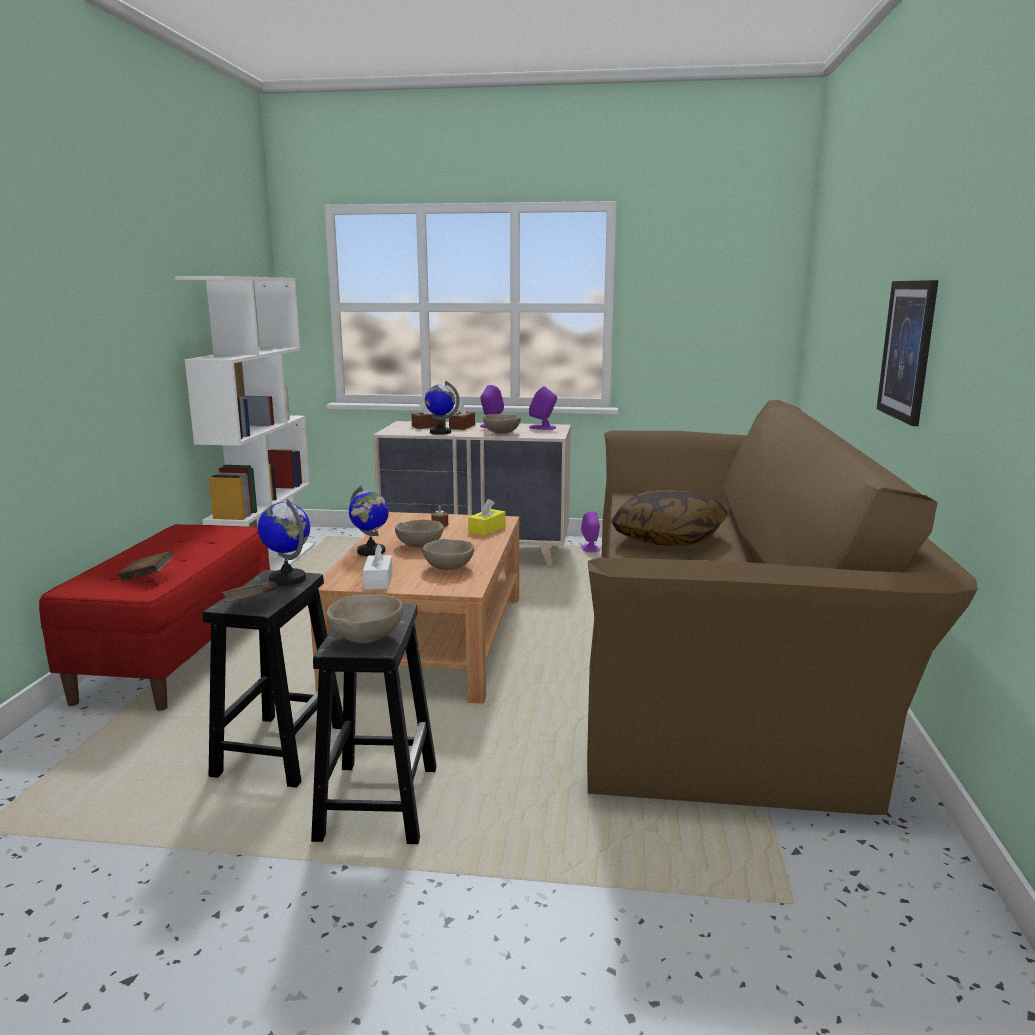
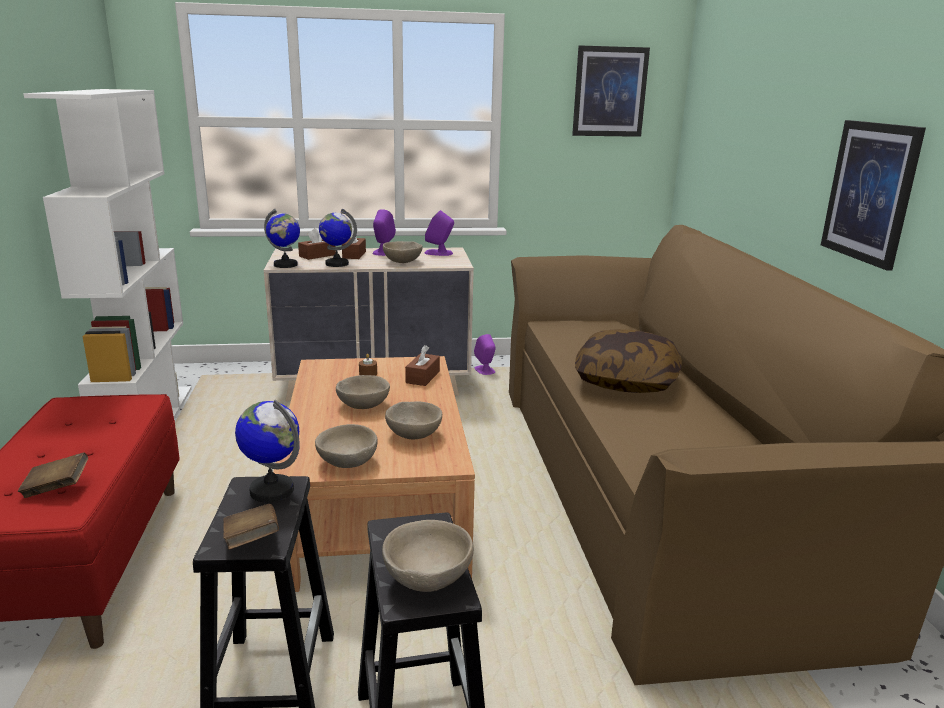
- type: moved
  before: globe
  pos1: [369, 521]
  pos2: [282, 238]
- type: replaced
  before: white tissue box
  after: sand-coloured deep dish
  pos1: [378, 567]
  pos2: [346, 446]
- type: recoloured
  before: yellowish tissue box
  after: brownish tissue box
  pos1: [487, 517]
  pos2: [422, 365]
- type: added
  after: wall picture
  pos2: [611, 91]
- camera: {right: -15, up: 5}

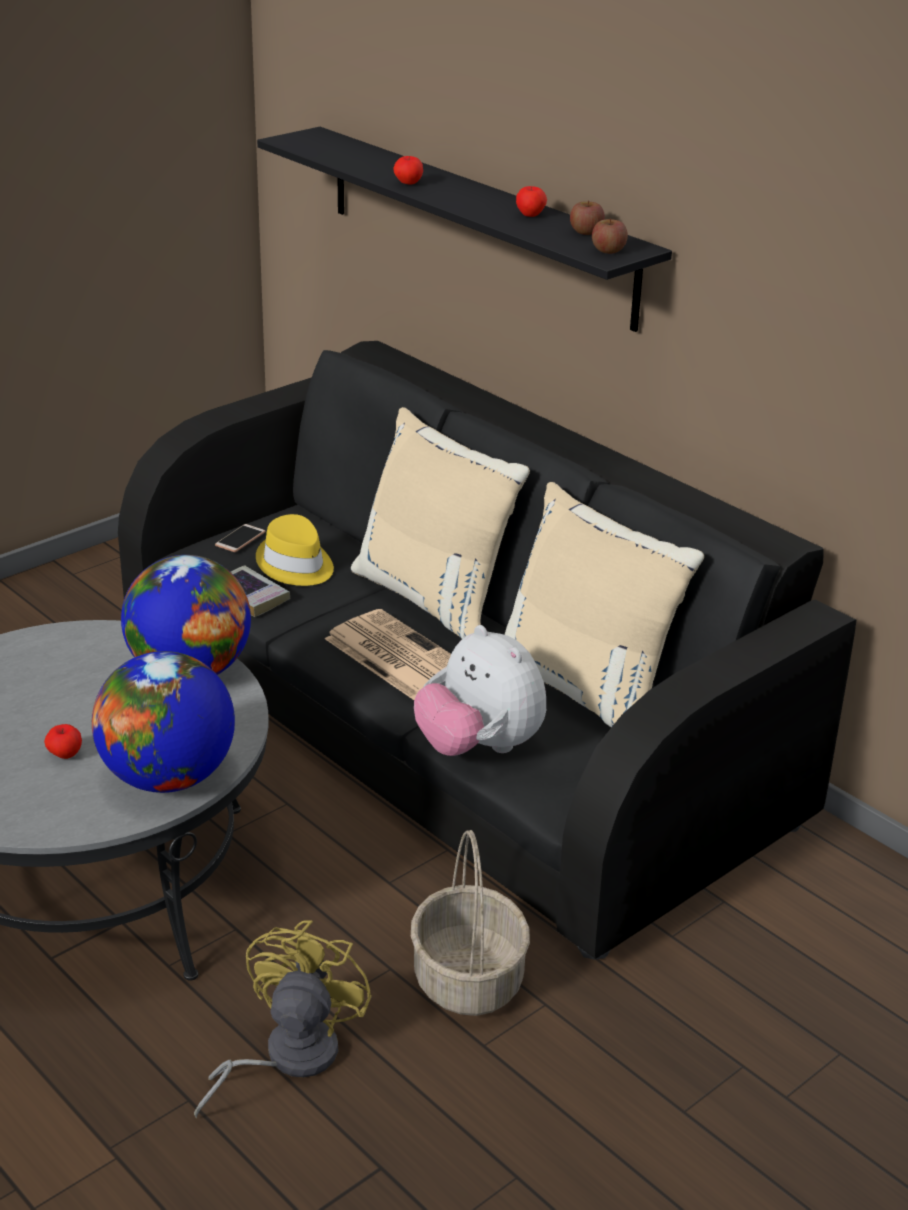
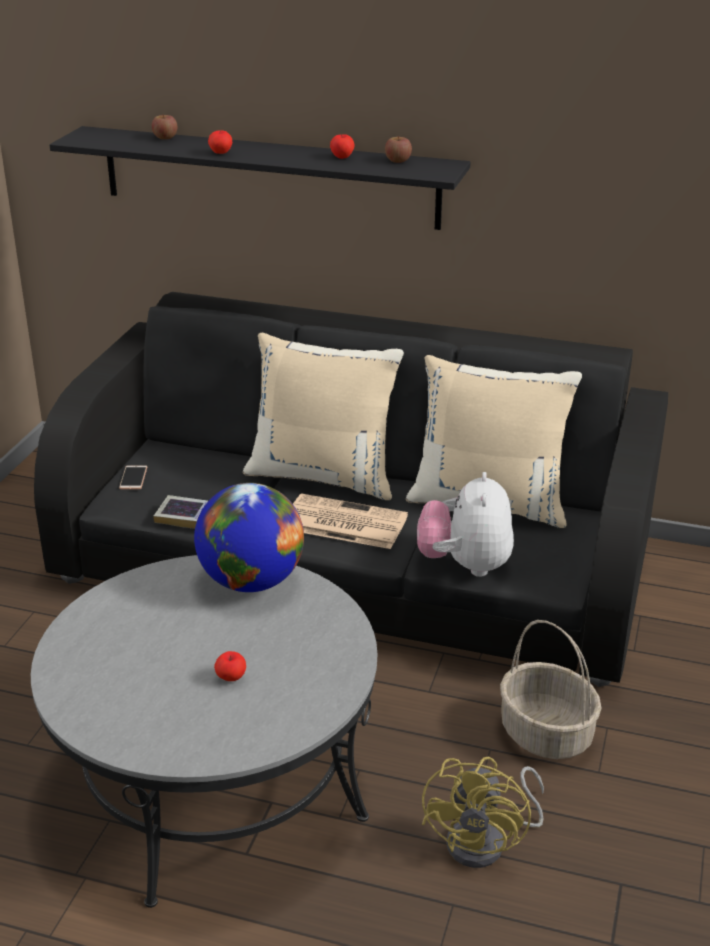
- type: moved
  before: whole apple
  pos1: [610, 236]
  pos2: [164, 127]
- type: turned
  before: soft toy
  pos1: [480, 690]
  pos2: [465, 524]
  turn: 75
- type: turned
  before: yellowish electric fan
  pos1: [283, 1019]
  pos2: [483, 812]
  turn: -150
- type: removed
  before: globe
  pos1: [163, 722]
- type: removed
  before: yellowish clothing hat
  pos1: [295, 550]
- camera: {right: -30, up: 0}

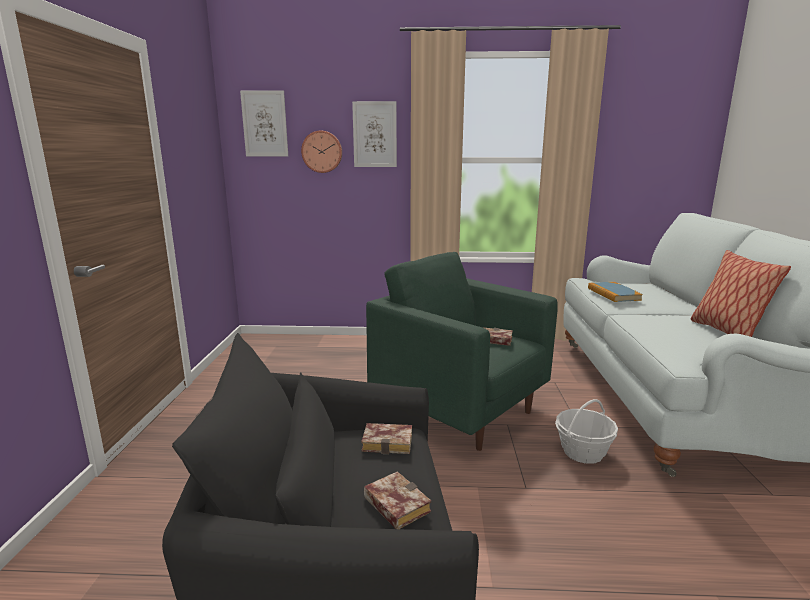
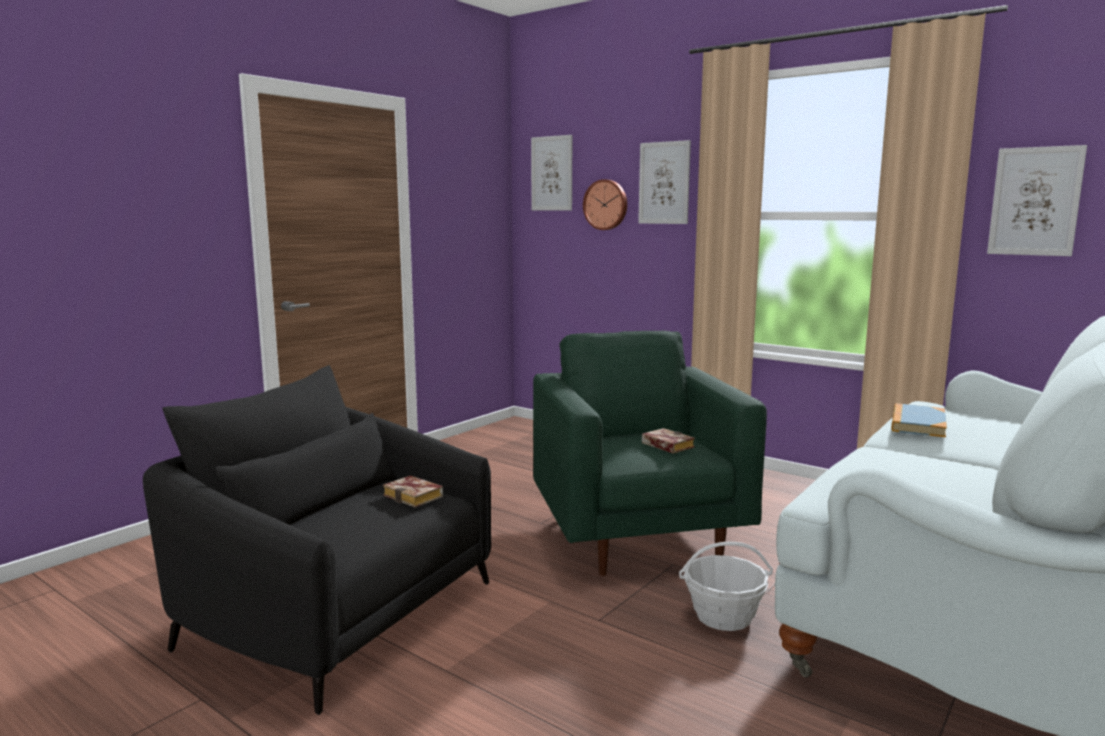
- type: added
  after: wall picture
  pos2: [1037, 200]
- type: removed
  before: volume
  pos1: [397, 500]
- type: removed
  before: pillow
  pos1: [741, 293]
- camera: {right: 35, up: -5}

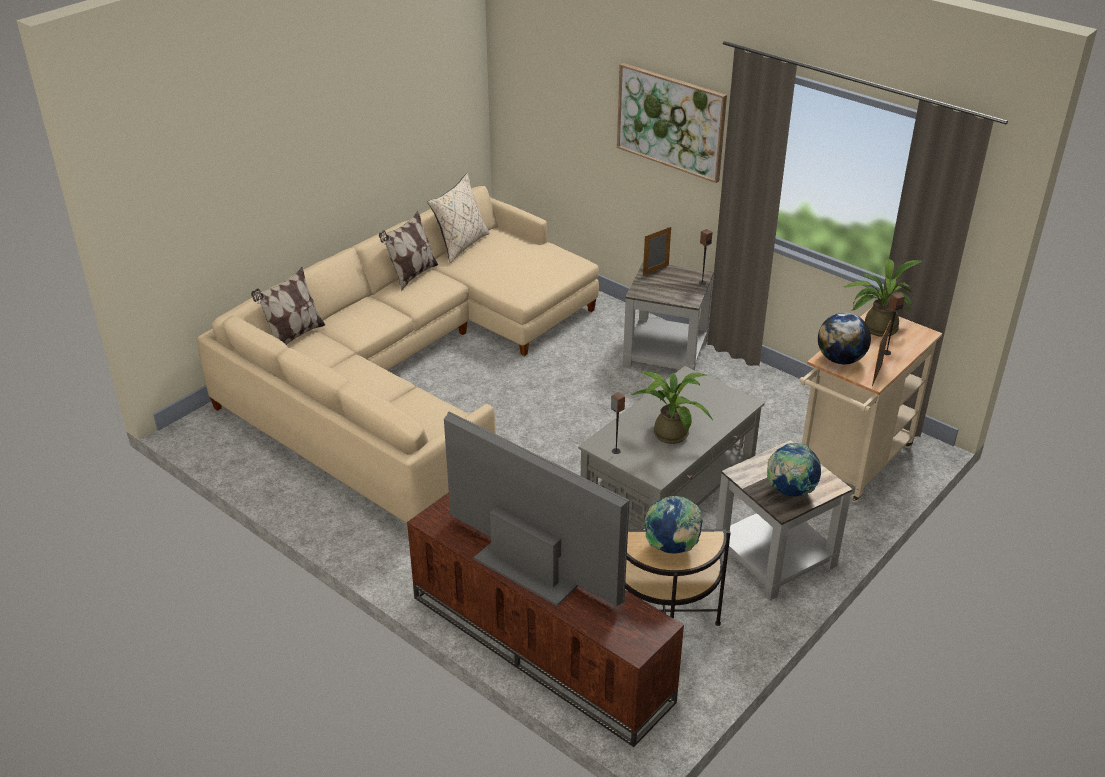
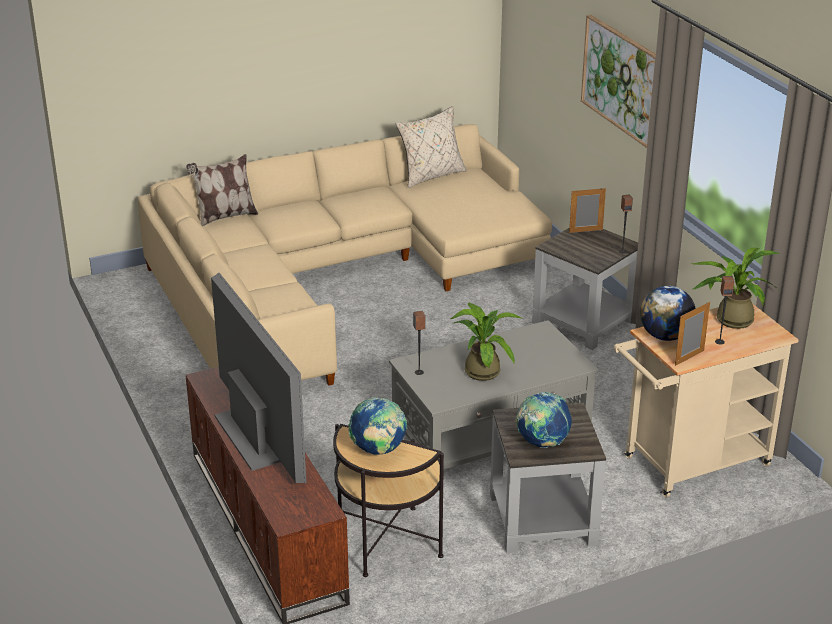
- type: removed
  before: pillow
  pos1: [408, 251]
- camera: {right: 25, up: -5}

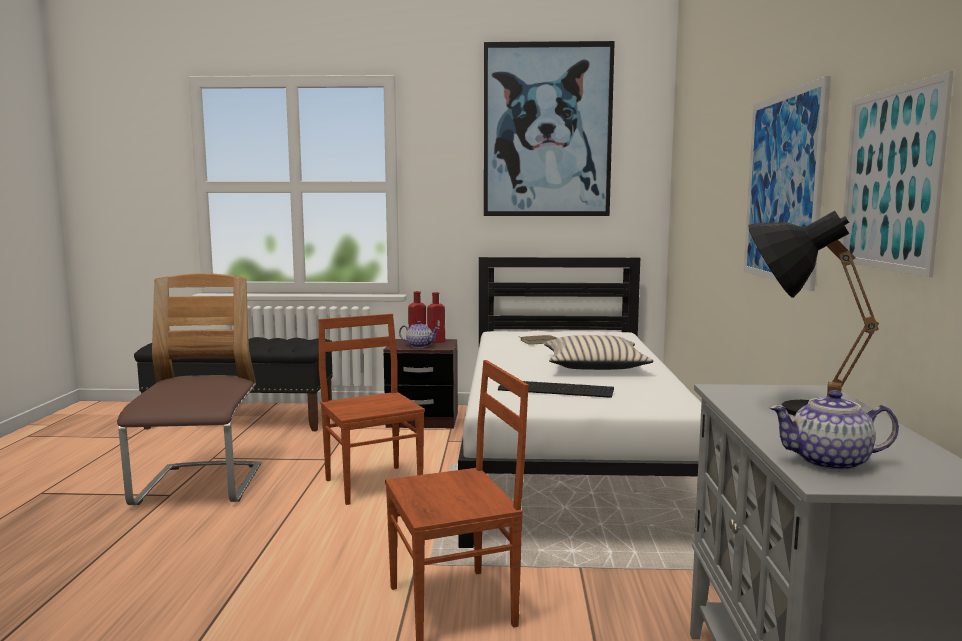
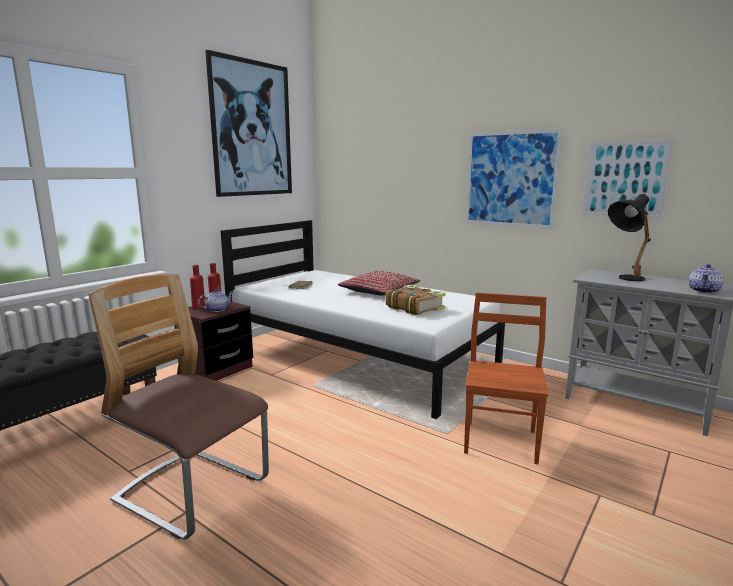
- type: recoloured
  before: sand-coloured pillow
  after: red pillow
  pos1: [599, 352]
  pos2: [379, 283]
- type: replaced
  before: keyboard
  after: volume
  pos1: [556, 389]
  pos2: [415, 300]
- type: removed
  before: brownish chair
  pos1: [372, 409]
- camera: {right: -55, up: 5}

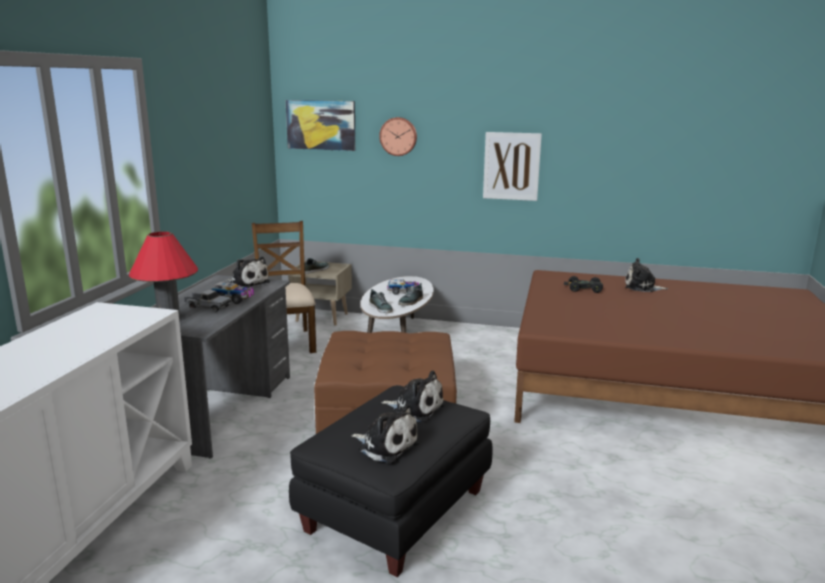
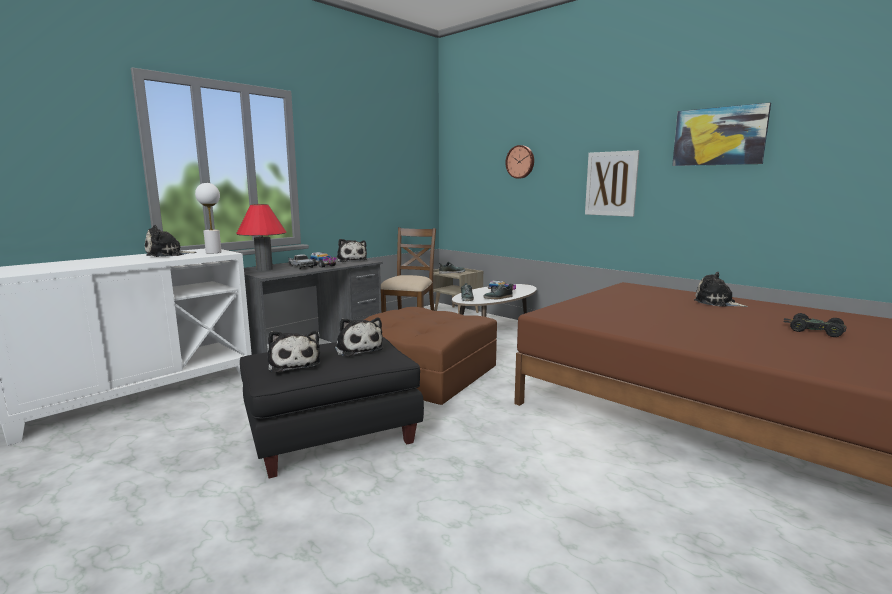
- type: added
  after: soft toy
  pos2: [171, 241]
- type: added
  after: white lamp for a table
  pos2: [208, 218]
- type: moved
  before: wall picture
  pos1: [321, 125]
  pos2: [721, 134]
- type: moved
  before: blackish toy car
  pos1: [583, 284]
  pos2: [815, 325]
- camera: {right: 30, up: -5}

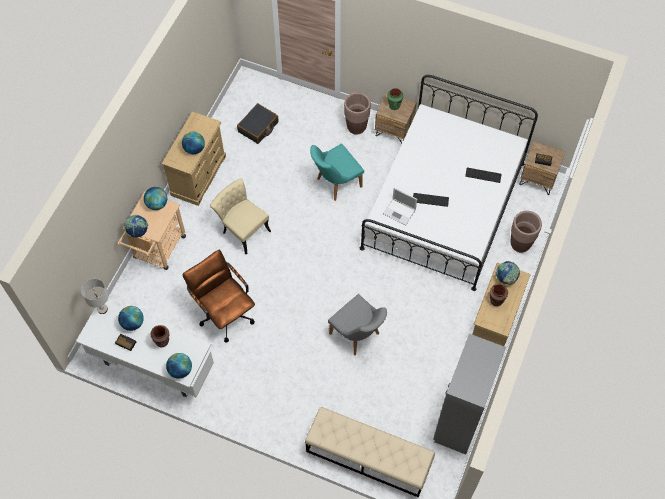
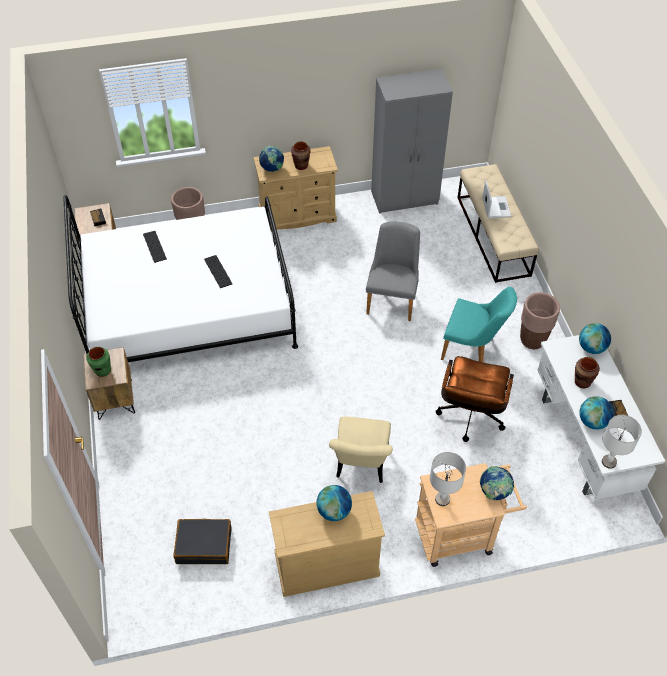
- type: replaced
  before: globe
  after: grey lamp for a table
  pos1: [155, 198]
  pos2: [448, 479]
- type: moved
  before: turquoise-coloured chair
  pos1: [337, 172]
  pos2: [479, 324]
- type: moved
  before: laptop
  pos1: [400, 206]
  pos2: [496, 199]
- type: moved
  before: brownish flower pot
  pos1: [357, 113]
  pos2: [540, 320]
- camera: {right: -125, up: -10}

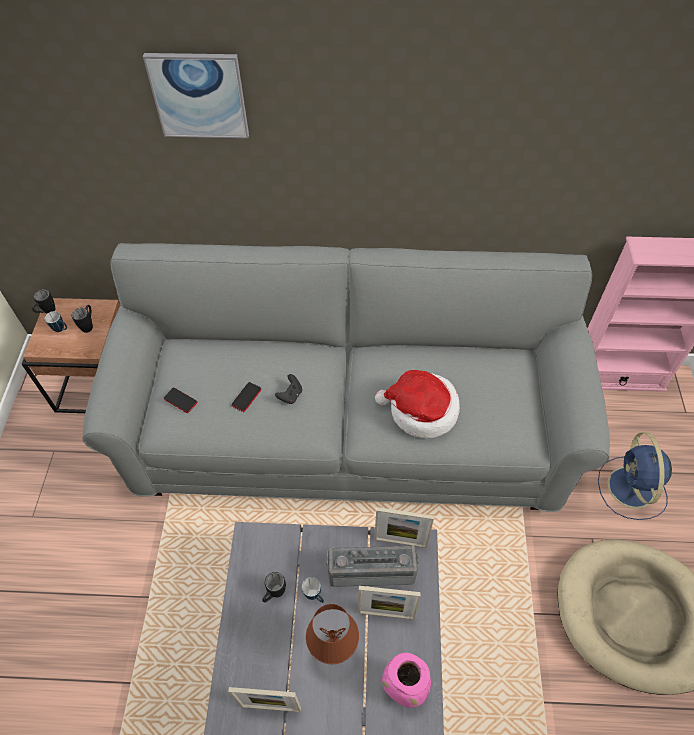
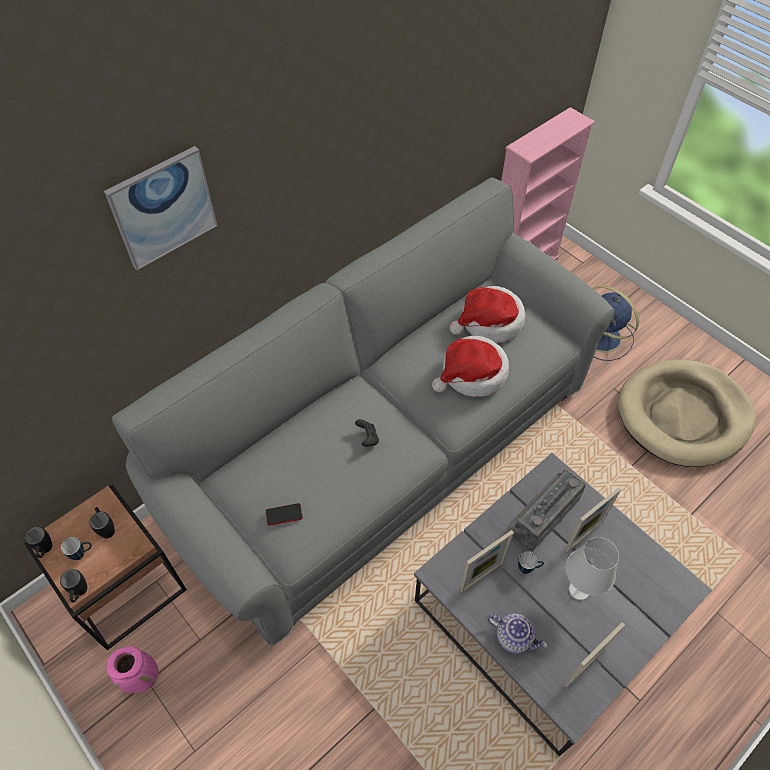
- type: moved
  before: blackish mug
  pos1: [274, 587]
  pos2: [73, 586]
- type: moved
  before: pink vase
  pos1: [406, 680]
  pos2: [132, 669]
- type: added
  after: clothing hat
  pos2: [487, 314]
- type: moved
  before: photo frame
  pos1: [404, 527]
  pos2: [487, 561]
- type: added
  after: teapot
  pos2: [517, 634]
- type: recoloured
  before: brownish lamp for a table
  after: white lamp for a table
  pos1: [332, 634]
  pos2: [592, 568]
- type: removed
  before: phone
  pos1: [246, 397]
- camera: {right: -45, up: 0}

